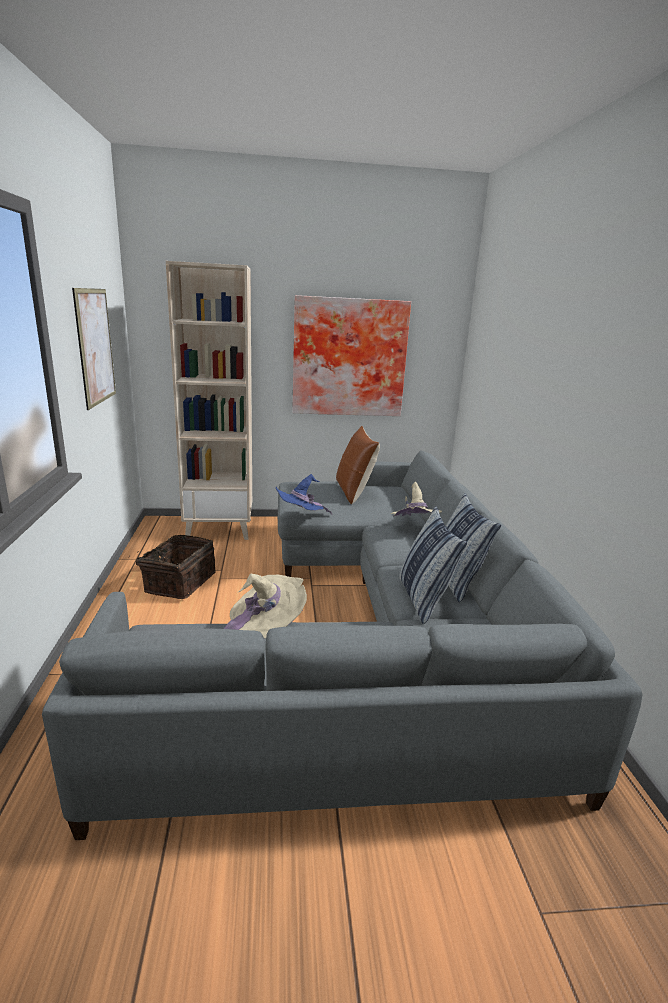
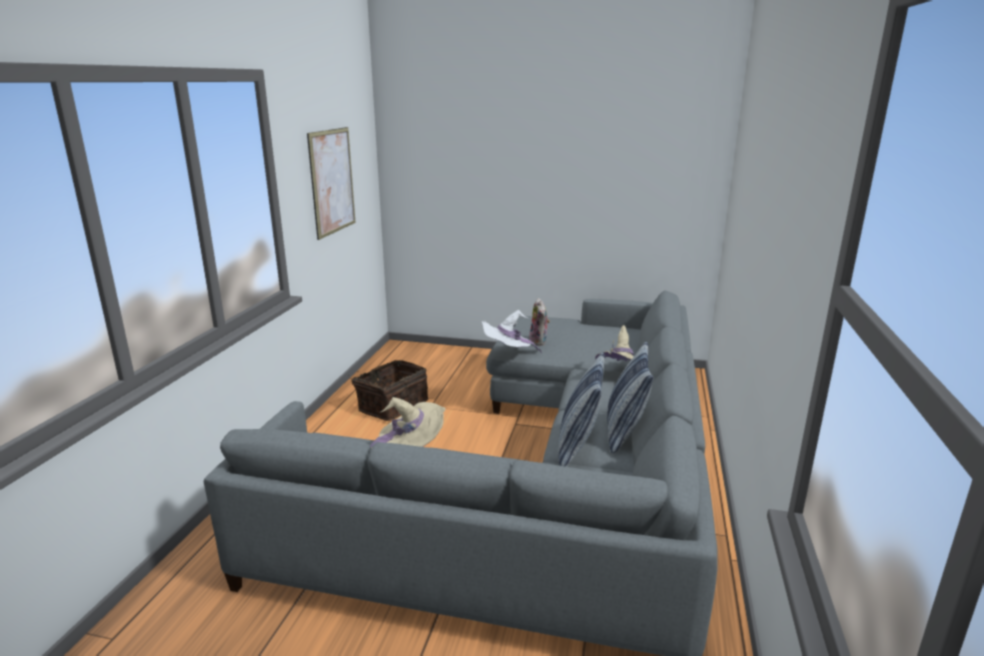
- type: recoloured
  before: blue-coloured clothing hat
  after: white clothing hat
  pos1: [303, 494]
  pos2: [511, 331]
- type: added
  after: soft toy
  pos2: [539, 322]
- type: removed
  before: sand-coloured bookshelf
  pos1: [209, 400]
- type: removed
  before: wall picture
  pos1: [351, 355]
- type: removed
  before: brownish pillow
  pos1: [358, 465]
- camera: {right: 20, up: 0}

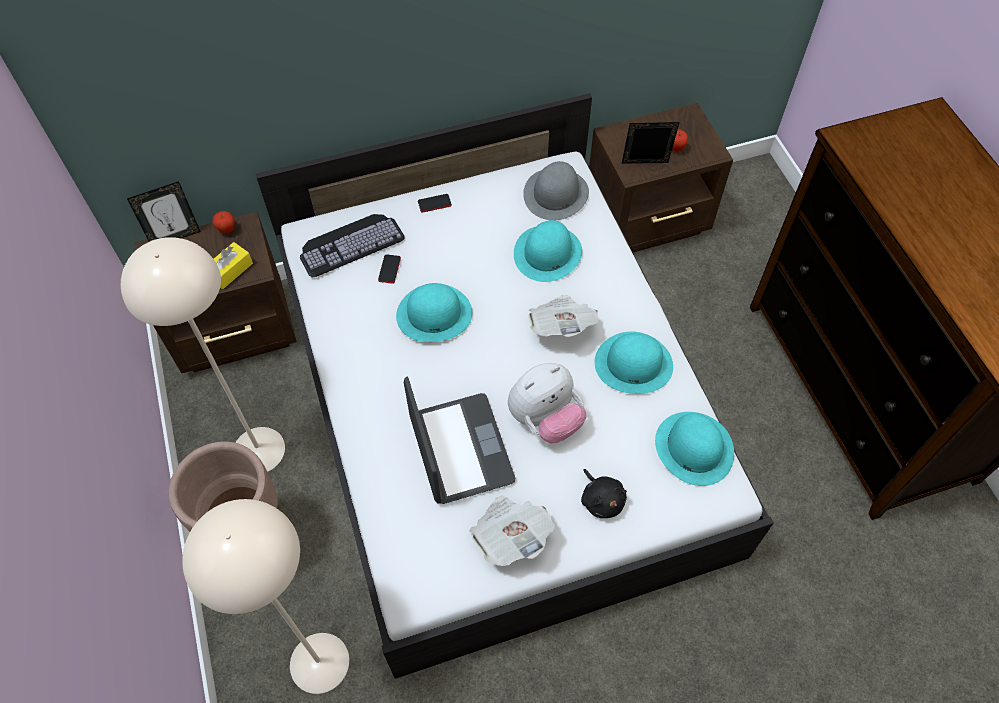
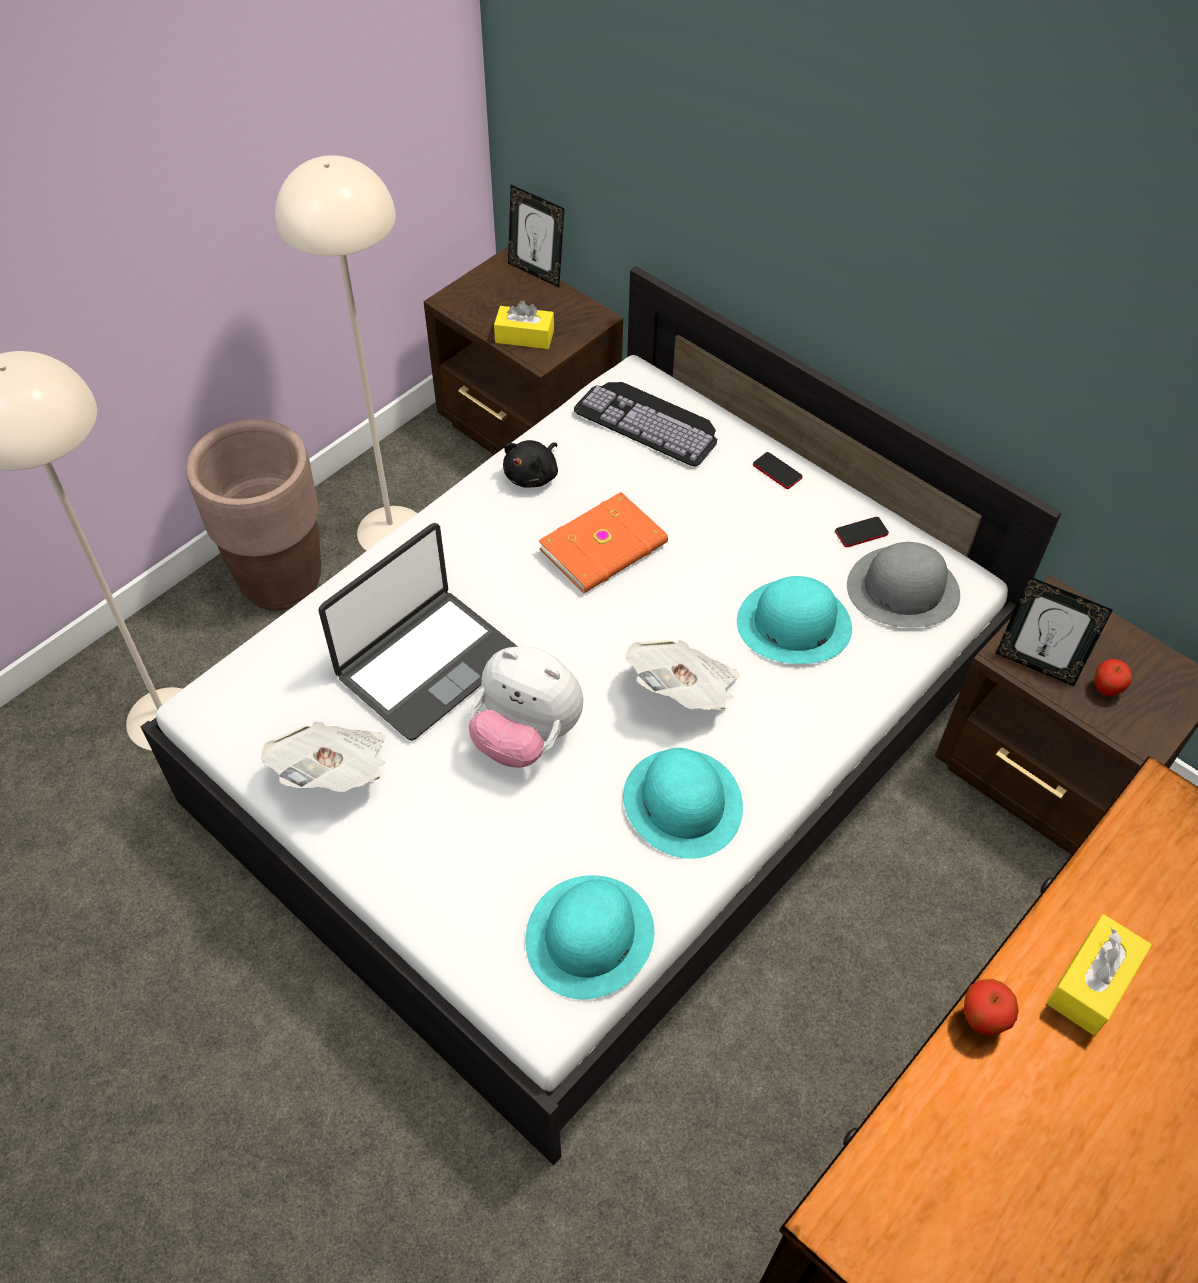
- type: moved
  before: blackish soft toy
  pos1: [604, 493]
  pos2: [530, 464]
- type: replaced
  before: turquoise-coloured clothing hat
  after: orange volume
  pos1: [434, 312]
  pos2: [603, 542]
- type: moved
  before: phone
  pos1: [389, 269]
  pos2: [862, 532]
- type: moved
  before: whole apple
  pos1: [223, 222]
  pos2: [991, 1007]
- type: turned
  before: photo frame
  pos1: [650, 143]
  pos2: [1054, 631]
  turn: 150
- type: added
  after: yellowish tissue box
  pos2: [1099, 974]
- camera: {right: 60, up: -5}

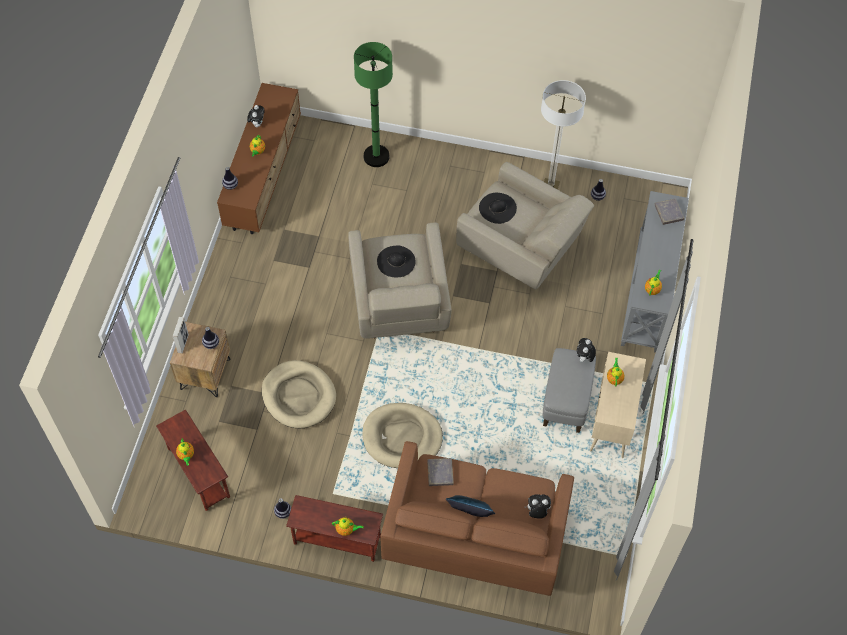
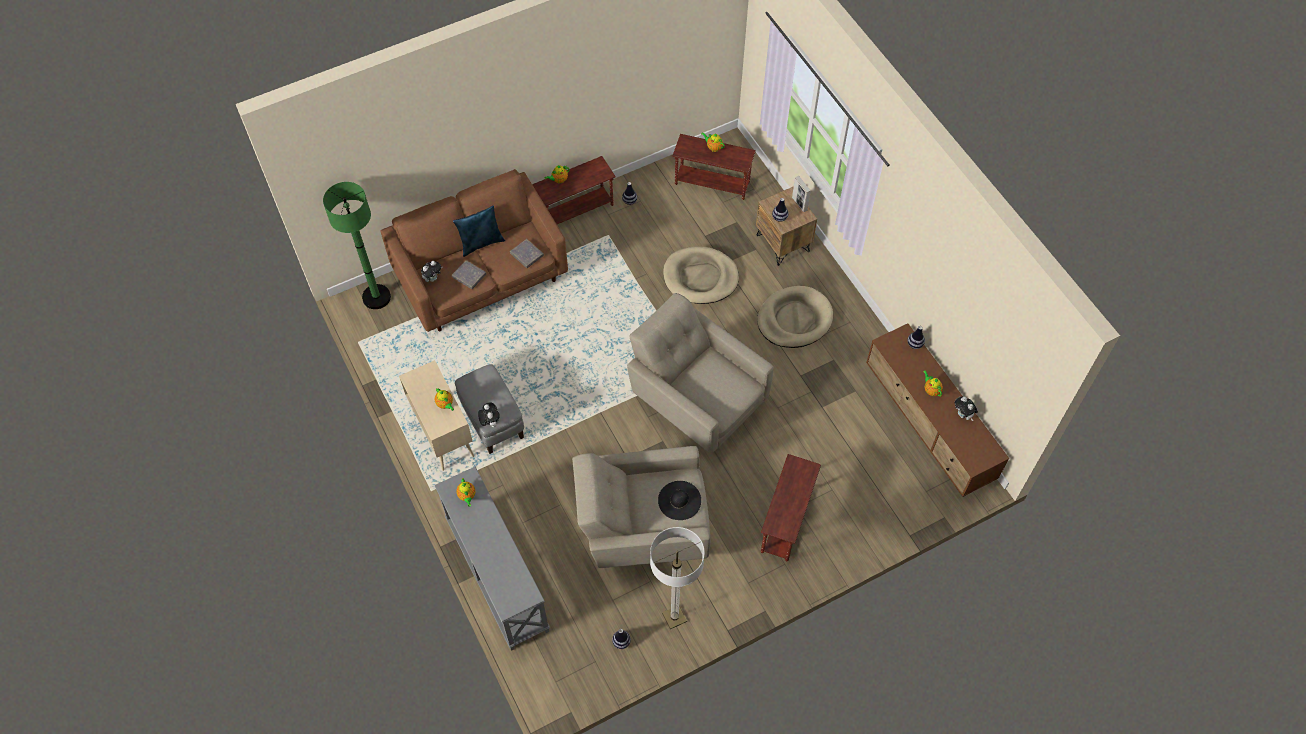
- type: moved
  before: green-coloured floor lamp
  pos1: [373, 104]
  pos2: [357, 245]
- type: moved
  before: grey volume
  pos1: [669, 212]
  pos2: [469, 274]
- type: moved
  before: sand-coloured pet bed
  pos1: [402, 435]
  pos2: [795, 317]
- type: added
  after: brownish accent table
  pos2: [791, 507]
- type: removed
  before: blackish clothing hat
  pos1: [396, 261]
- camera: {right: 140, up: 0}

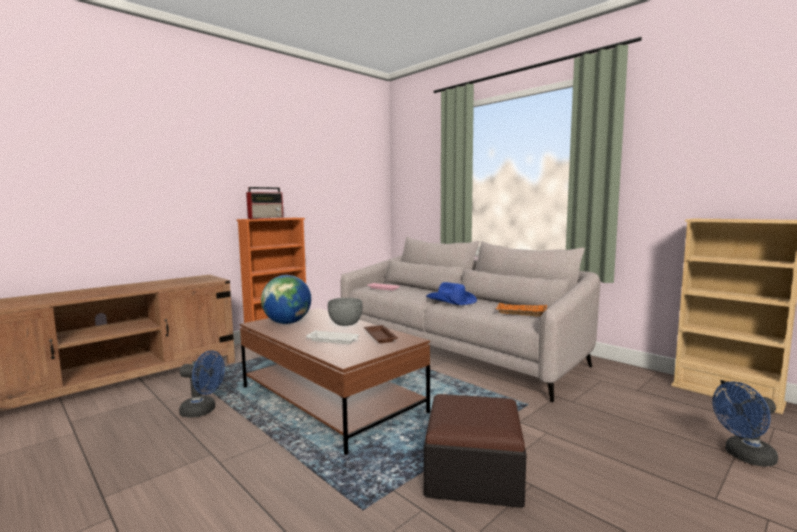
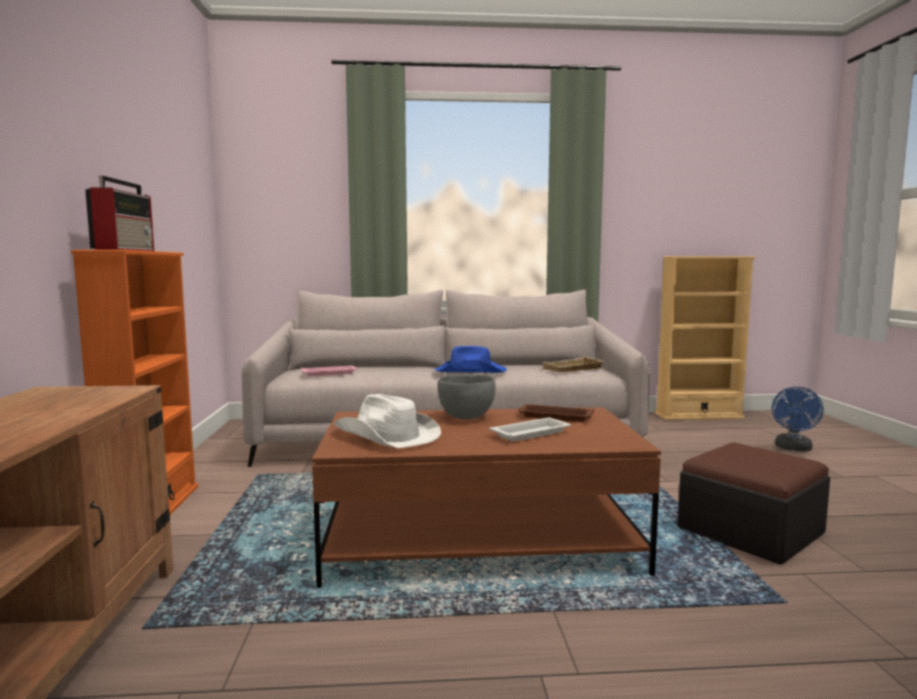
- type: replaced
  before: globe
  after: white clothing hat
  pos1: [286, 299]
  pos2: [387, 421]
- type: recoloured
  before: orange tray
  after: sand-coloured tray
  pos1: [521, 310]
  pos2: [573, 364]
- type: removed
  before: blue-coloured electric fan
  pos1: [202, 384]
- camera: {right: -50, up: 0}

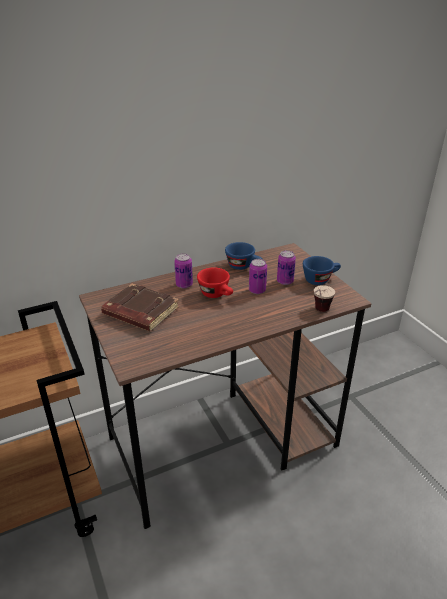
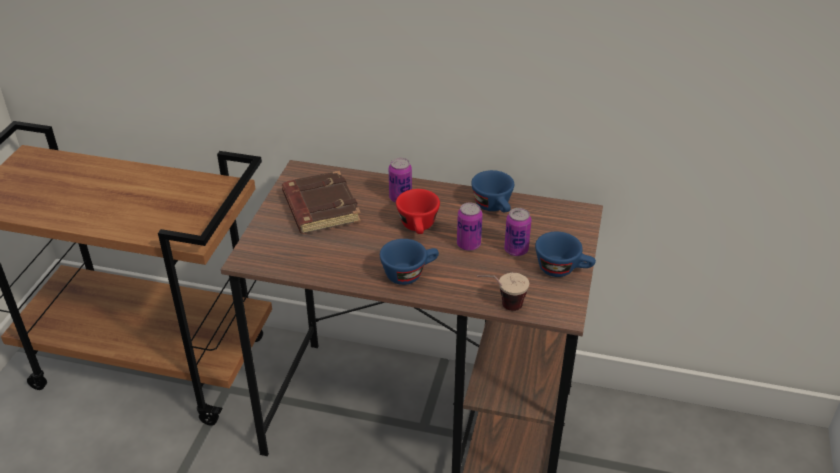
- type: added
  after: blue-coloured cup
  pos2: [409, 262]
- camera: {right: 40, up: 5}

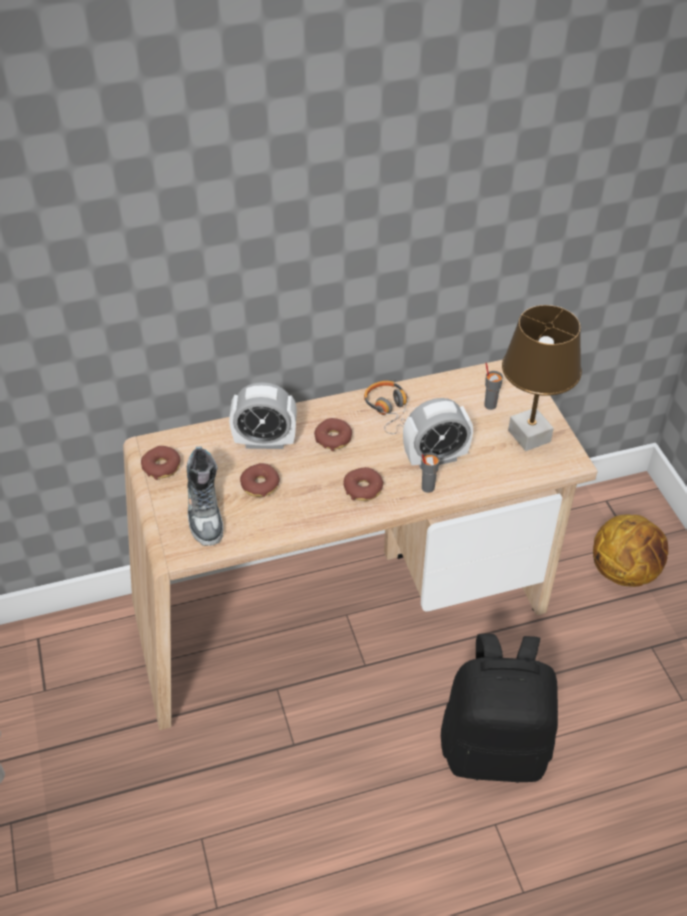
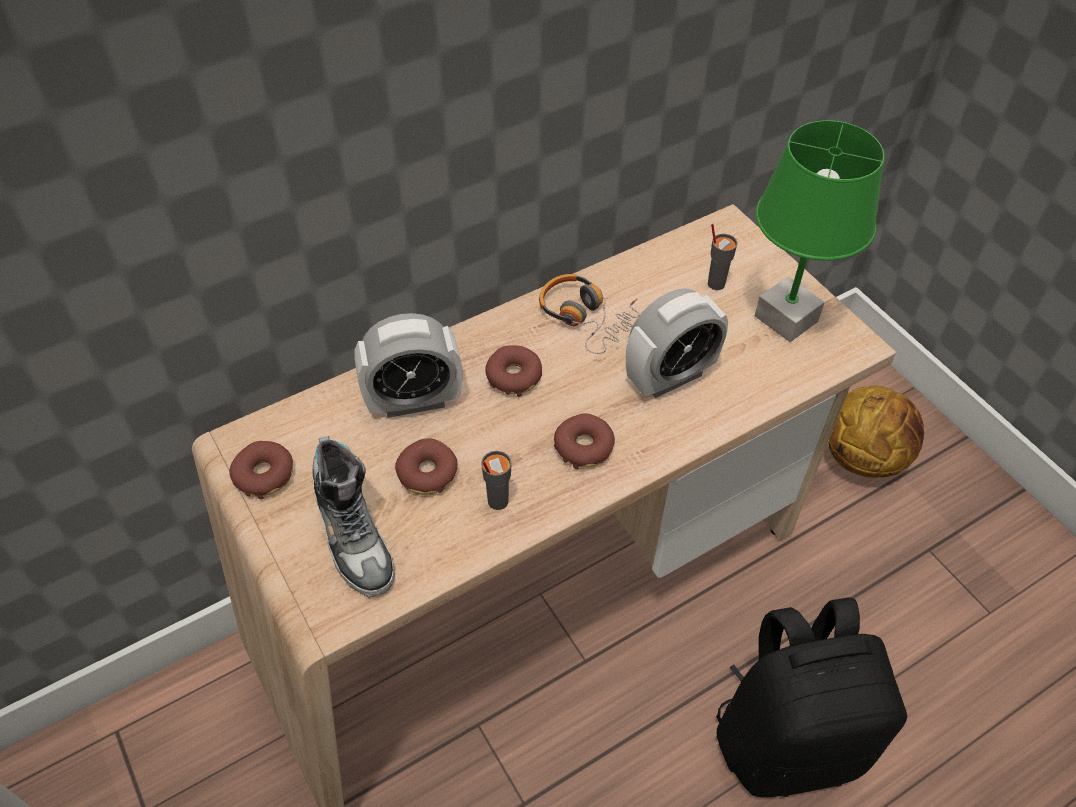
- type: moved
  before: grey cup
  pos1: [430, 472]
  pos2: [496, 480]
- type: recoloured
  before: brownish lamp for a table
  after: green-coloured lamp for a table
  pos1: [542, 378]
  pos2: [820, 231]
- camera: {right: -15, up: 5}

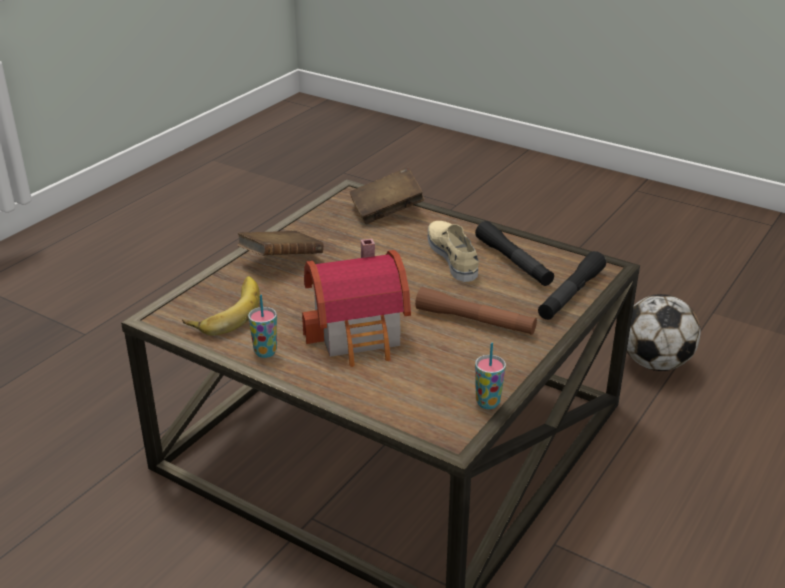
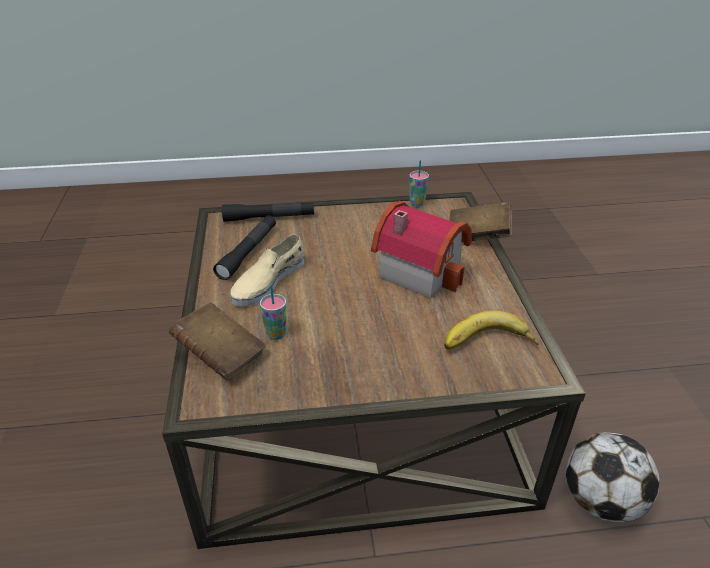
- type: moved
  before: cup
  pos1: [262, 326]
  pos2: [273, 312]
- type: moved
  before: brownish volume
  pos1: [280, 243]
  pos2: [480, 221]
- type: moved
  before: ball for football
  pos1: [664, 332]
  pos2: [613, 477]
- type: removed
  before: brownish torch
  pos1: [476, 311]
- camera: {right: -130, up: 5}

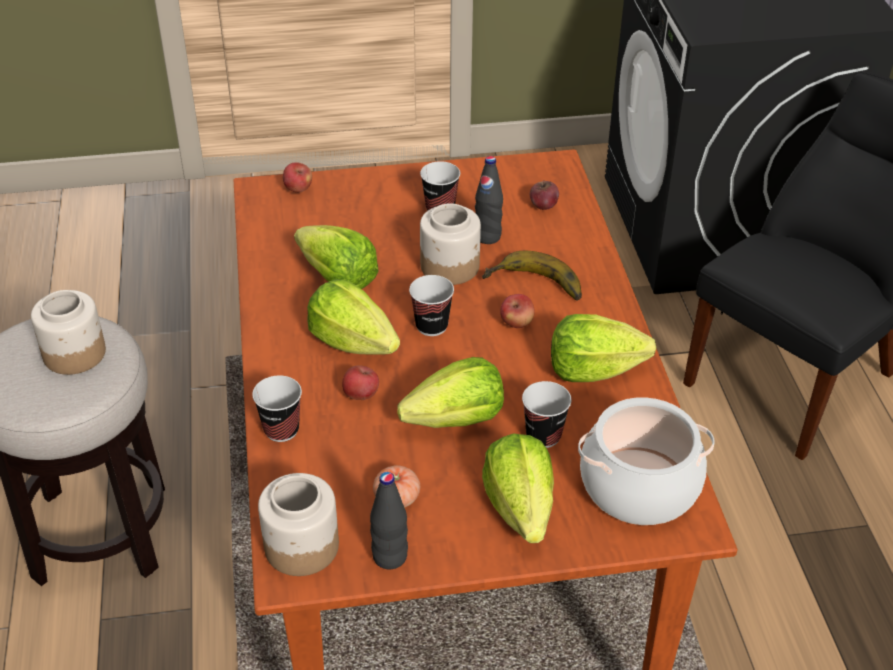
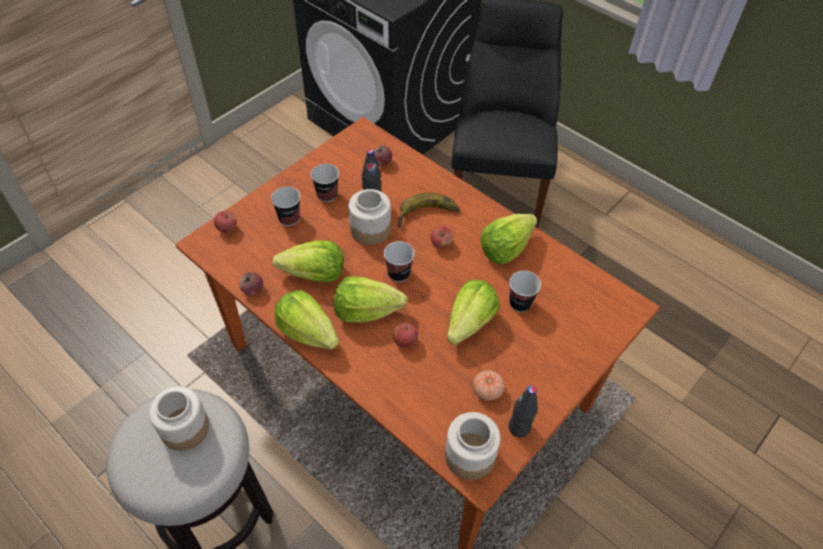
- type: added
  after: whole apple
  pos2: [251, 283]
- type: moved
  before: cup
  pos1: [277, 408]
  pos2: [285, 206]
- type: moved
  before: head of lettuce
  pos1: [518, 488]
  pos2: [306, 320]
- type: removed
  before: cooking pot
  pos1: [646, 461]
- camera: {right: -40, up: 10}

